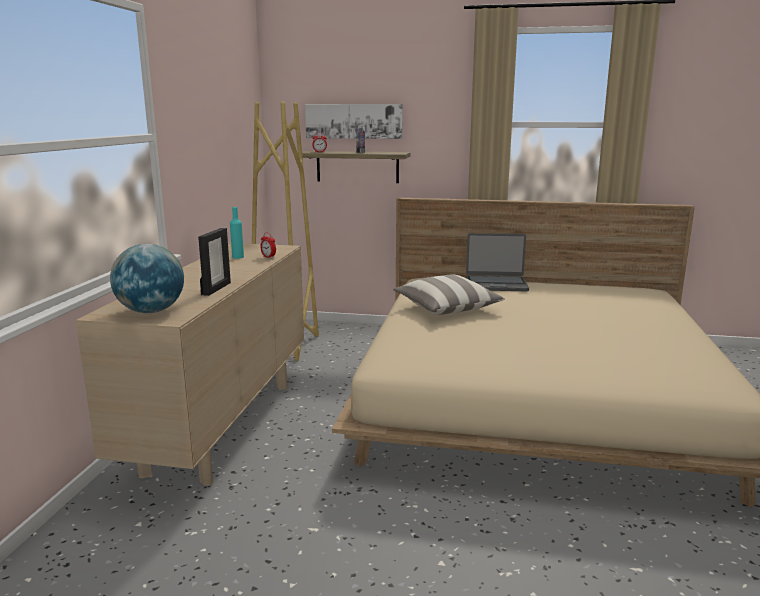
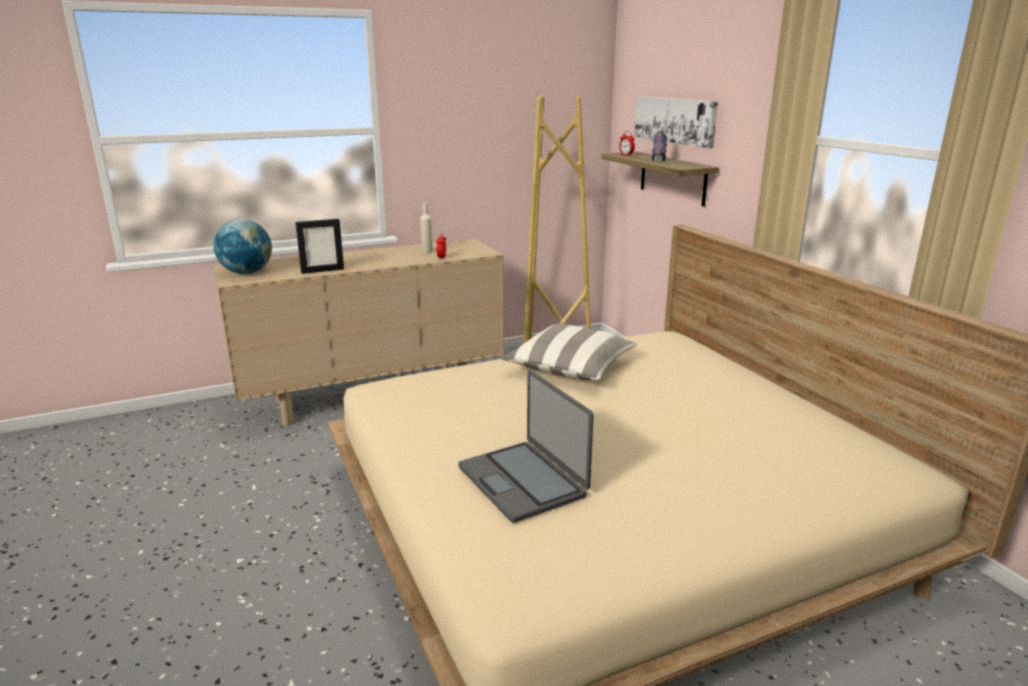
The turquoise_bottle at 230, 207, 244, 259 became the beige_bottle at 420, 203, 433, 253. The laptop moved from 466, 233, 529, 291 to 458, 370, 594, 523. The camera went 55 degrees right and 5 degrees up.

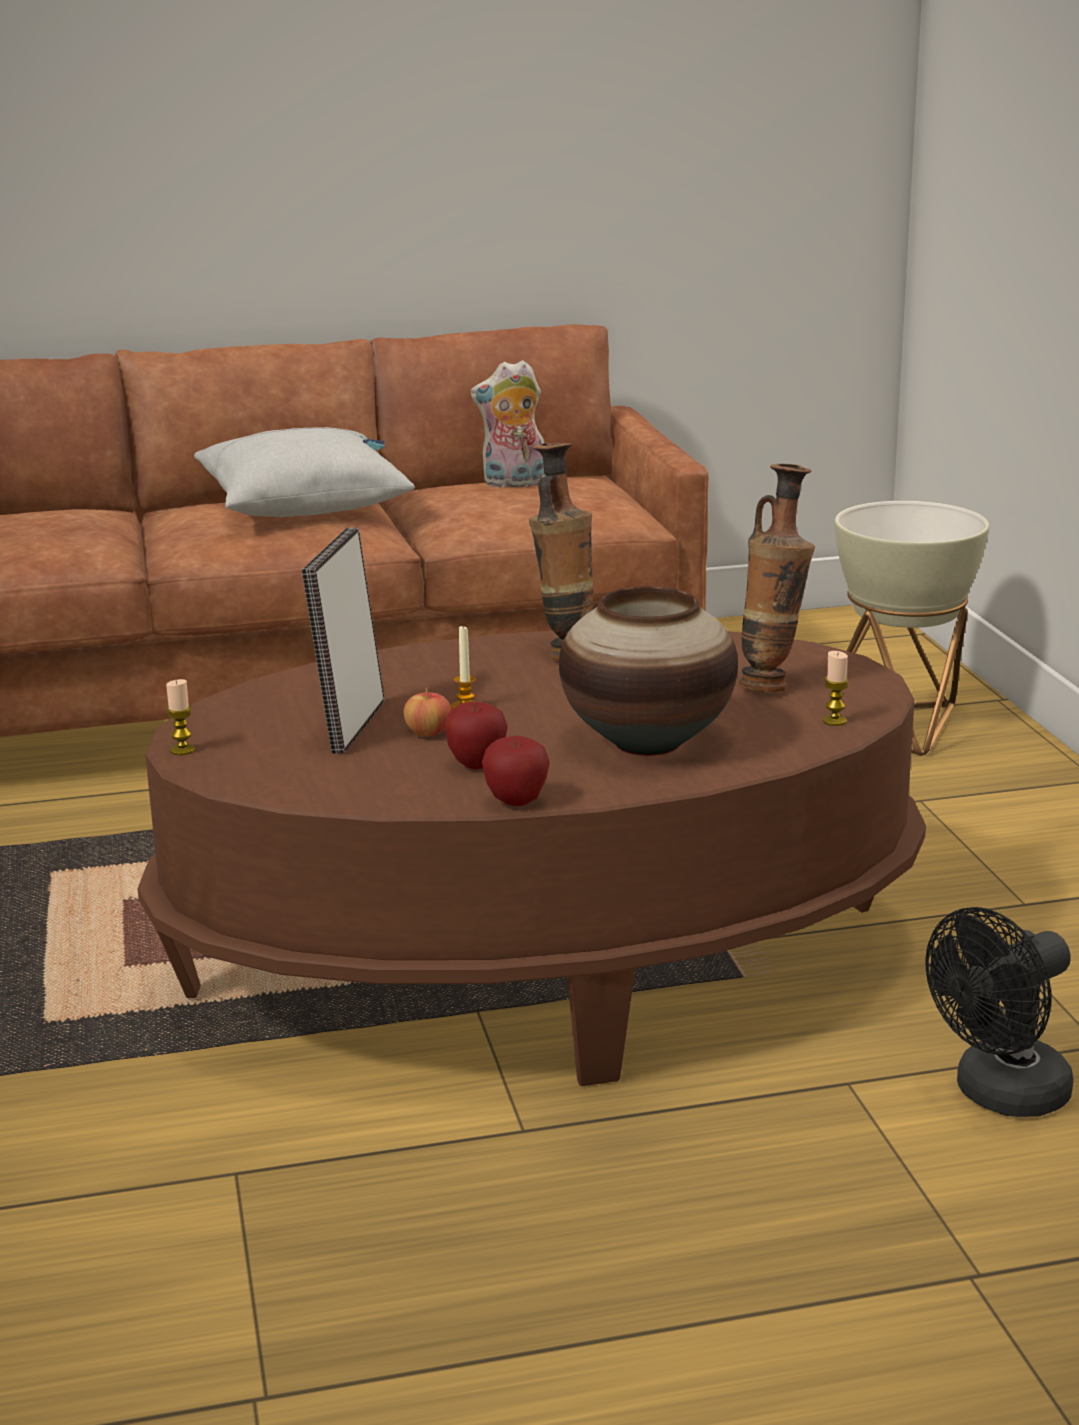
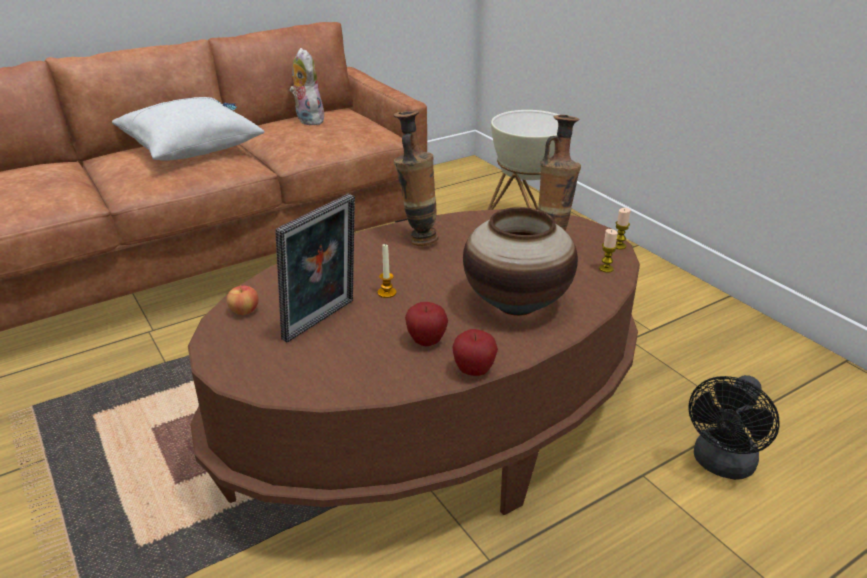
The apple moved from 403, 688, 451, 737 to 227, 284, 259, 315. The picture_frame at 302, 527, 385, 754 turned 135 degrees counterclockwise. The plush_toy at 470, 360, 546, 488 turned 90 degrees clockwise. The candle moved from 166, 679, 195, 755 to 616, 208, 631, 249. The camera went 20 degrees left and 10 degrees up.

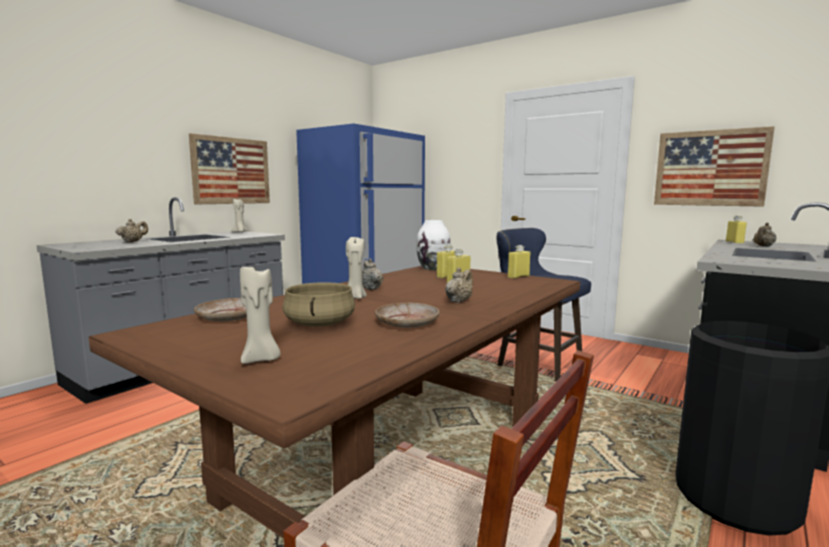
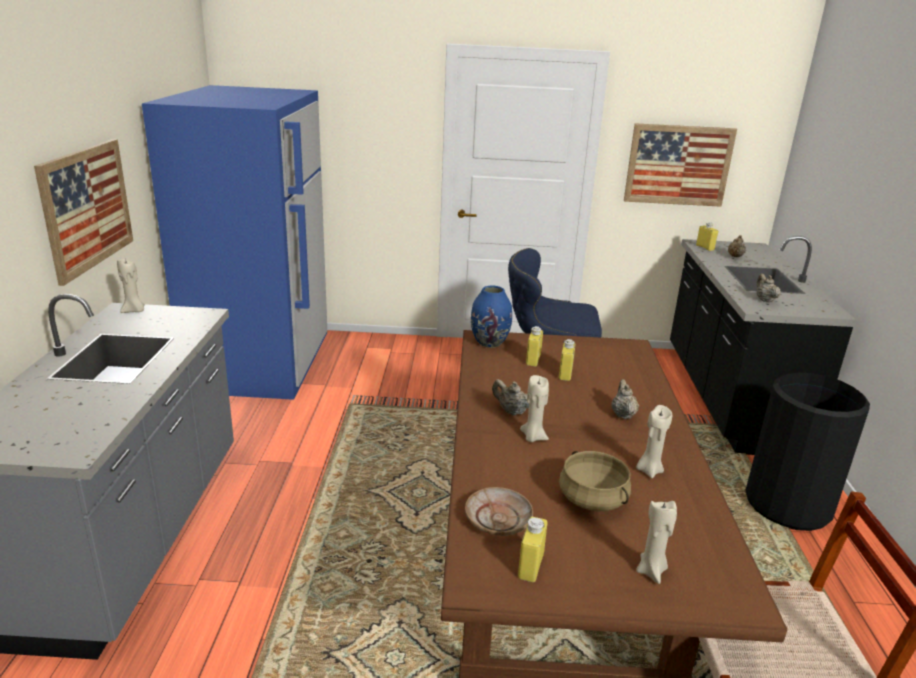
The white_vase at 416, 220, 451, 270 became the blue_vase at 471, 286, 512, 348. The yellow_bottle moved from 508, 245, 530, 279 to 518, 517, 547, 582. The beige_plate at 375, 303, 439, 328 was replaced by the beige_candle at 636, 405, 672, 478. The beige_teapot moved from 116, 219, 148, 242 to 757, 274, 781, 302. The camera went 35 degrees left and 15 degrees up.

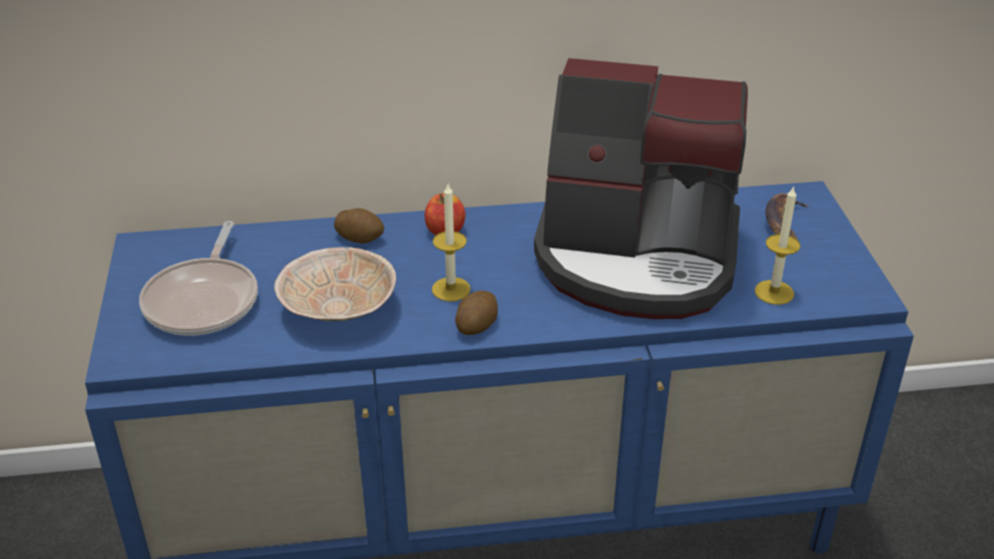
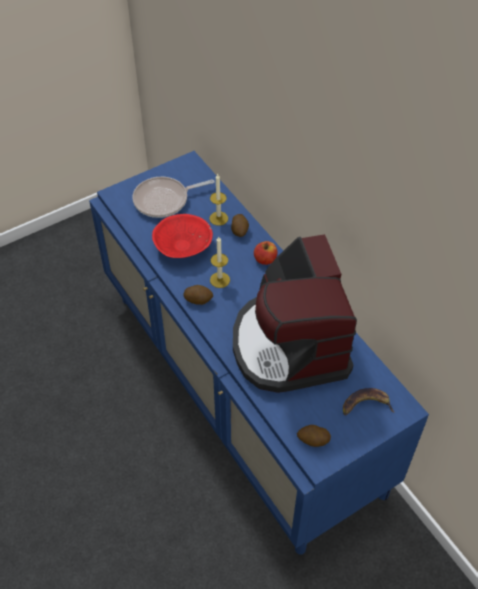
The beige_bowl at 274, 247, 396, 321 became the red_bowl at 152, 214, 213, 258. The candle moved from 755, 185, 801, 305 to 209, 173, 228, 226. The potato at 297, 425, 331, 447 appeared. The camera went 65 degrees right and 15 degrees up.

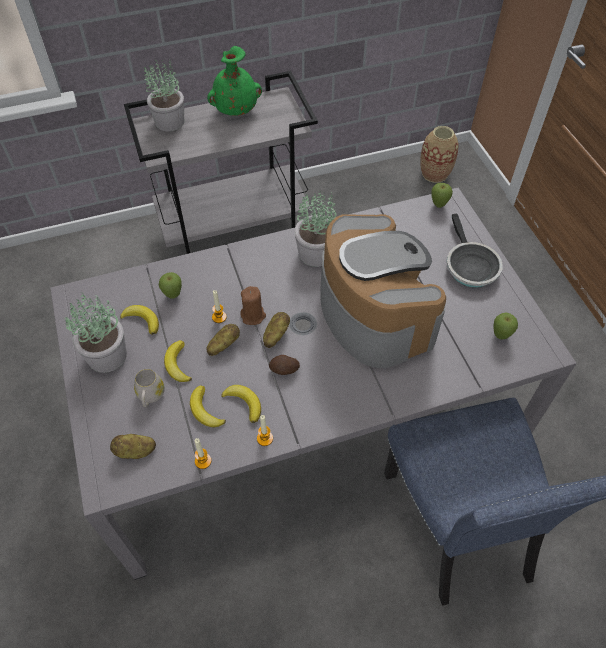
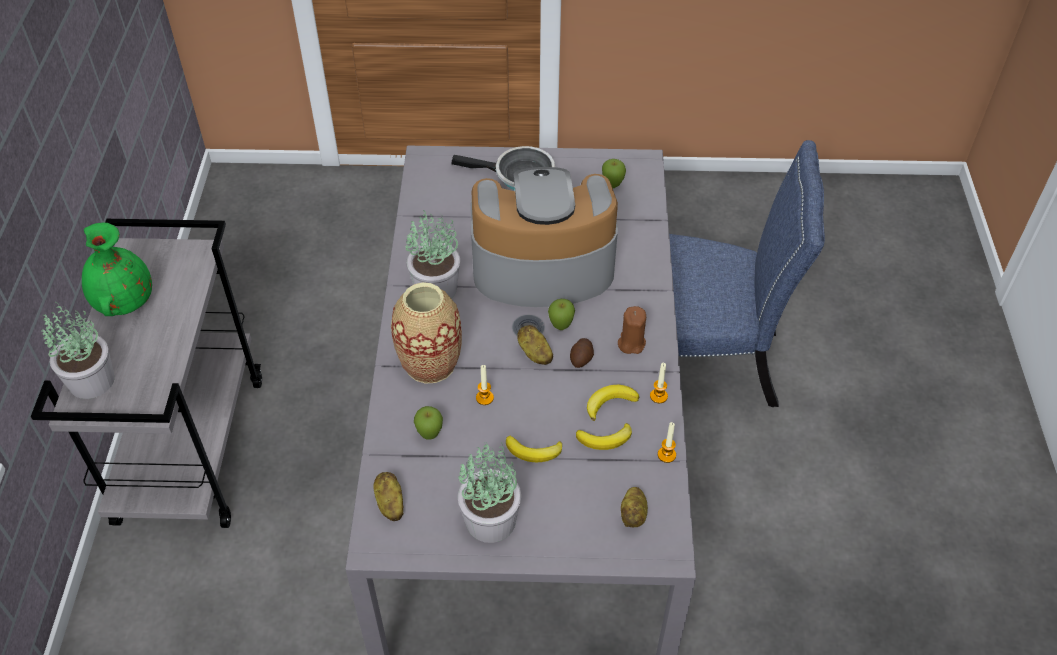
The potato moved from 206, 324, 240, 356 to 373, 472, 404, 521. The vase moved from 420, 126, 458, 183 to 391, 282, 462, 384. The apple moved from 431, 183, 453, 208 to 548, 299, 575, 330. The brown_candle moved from 240, 286, 266, 325 to 618, 306, 646, 354. The banana at 120, 305, 159, 335 disappeared. The white_mug at 134, 369, 165, 407 disappeared. The camera went 70 degrees left and 5 degrees down.

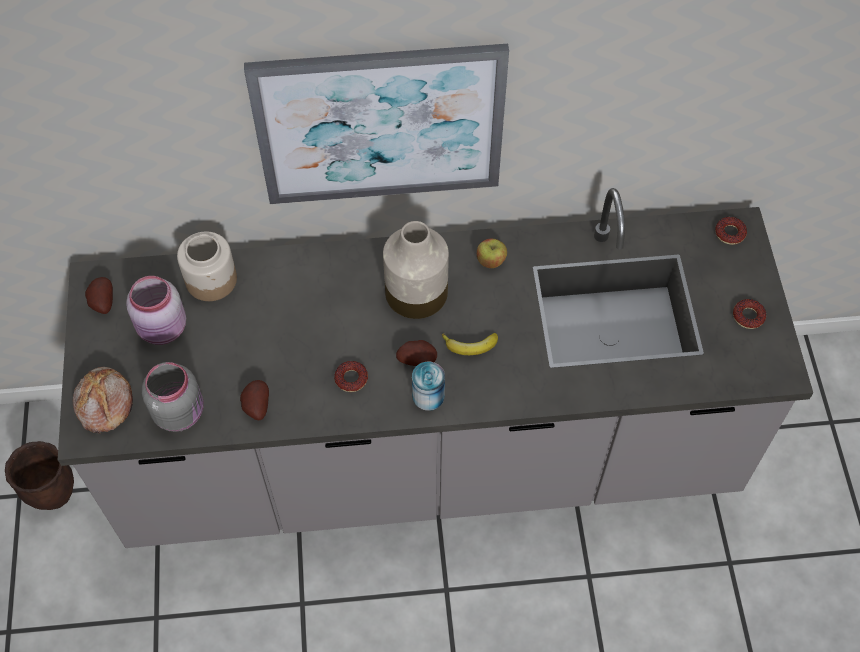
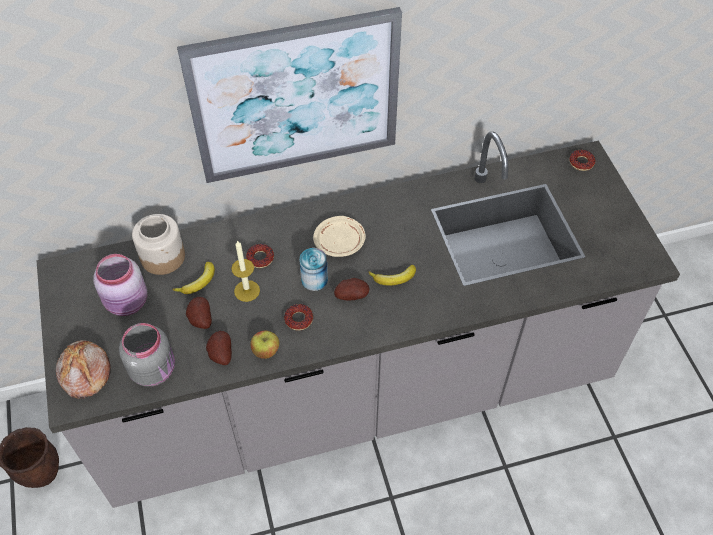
The banana at 173, 262, 215, 294 appeared. The potato moved from 85, 277, 113, 314 to 186, 297, 212, 329. The candle at 231, 240, 260, 302 appeared. The donut moved from 733, 299, 766, 329 to 246, 244, 274, 268. The apple moved from 477, 239, 507, 268 to 251, 331, 279, 359. The can moved from 412, 362, 445, 411 to 299, 248, 328, 291. The beige_vase at 383, 221, 449, 319 was replaced by the beige_plate at 313, 216, 366, 257. The camera went 10 degrees left and 5 degrees down.

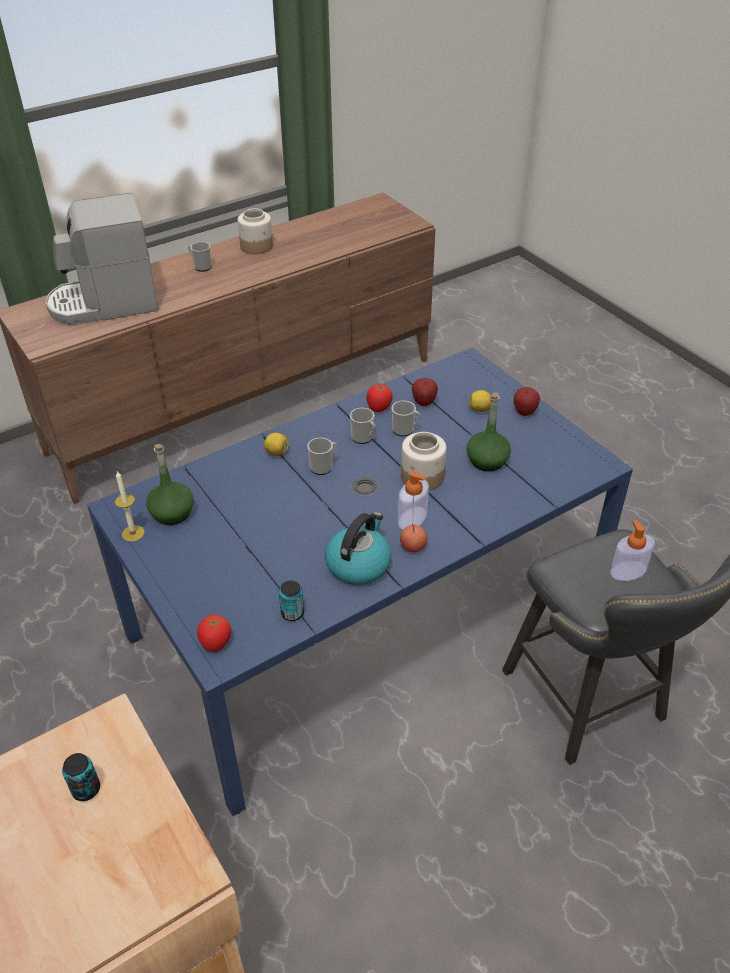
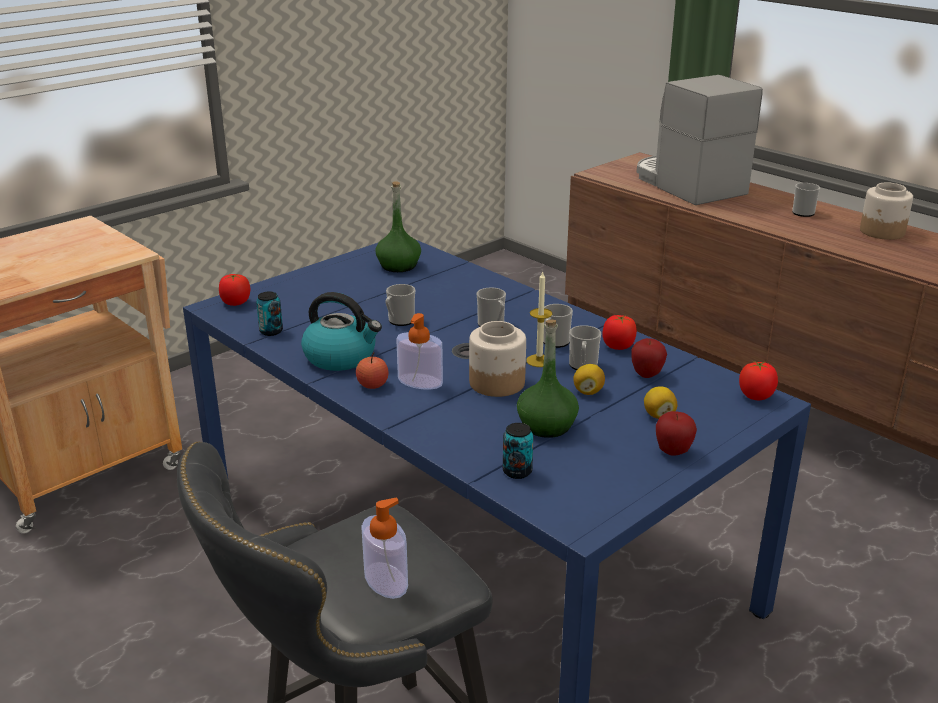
The mug at 385, 284, 415, 326 appeared. The can moved from 62, 753, 100, 801 to 503, 423, 534, 479. The candle moved from 115, 471, 145, 542 to 526, 271, 552, 367. The lemon moved from 264, 433, 289, 456 to 573, 364, 605, 395. The tomato at 739, 360, 778, 401 appeared. The camera went 80 degrees right and 15 degrees down.

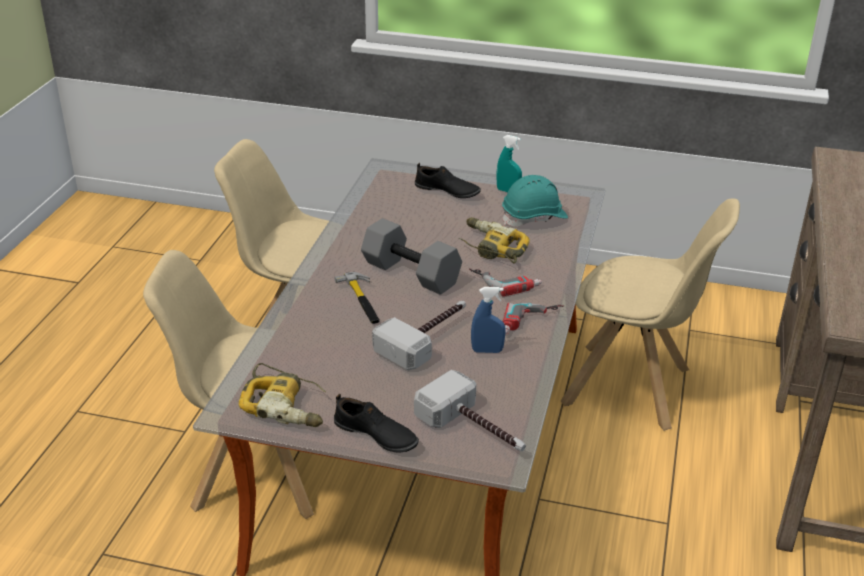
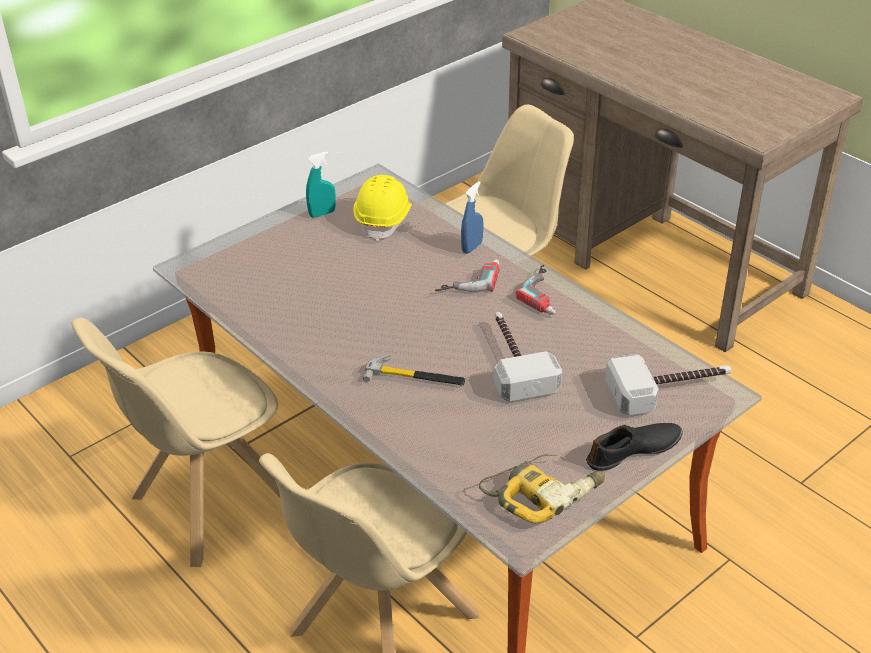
The turquoise_hard_hat at 502, 175, 568, 226 became the yellow_hard_hat at 353, 175, 412, 241. The blue_spray_bottle moved from 471, 287, 506, 353 to 461, 182, 483, 254. The grey_dumbbell at 361, 218, 462, 295 disappeared. The black_shoe at 415, 163, 481, 198 disappeared. The power_drill at 459, 217, 530, 264 disappeared. The camera went 55 degrees left and 5 degrees up.

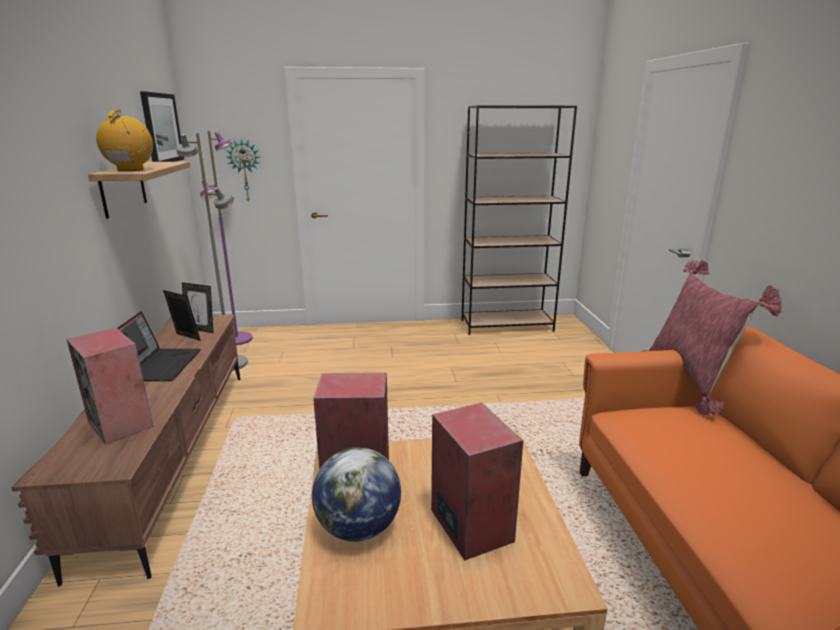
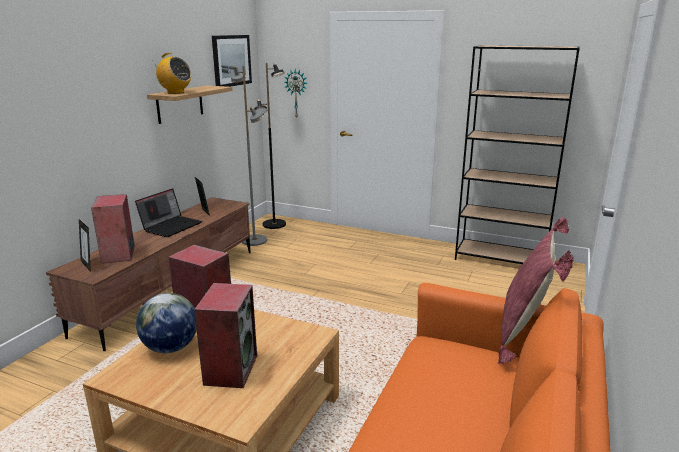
The picture_frame moved from 182, 282, 213, 333 to 79, 219, 91, 272. The radio at 96, 110, 153, 171 turned 90 degrees clockwise. The purple_floor_lamp at 200, 131, 253, 345 became the black_floor_lamp at 254, 63, 286, 229. The camera went 30 degrees right and 0 degrees up.

